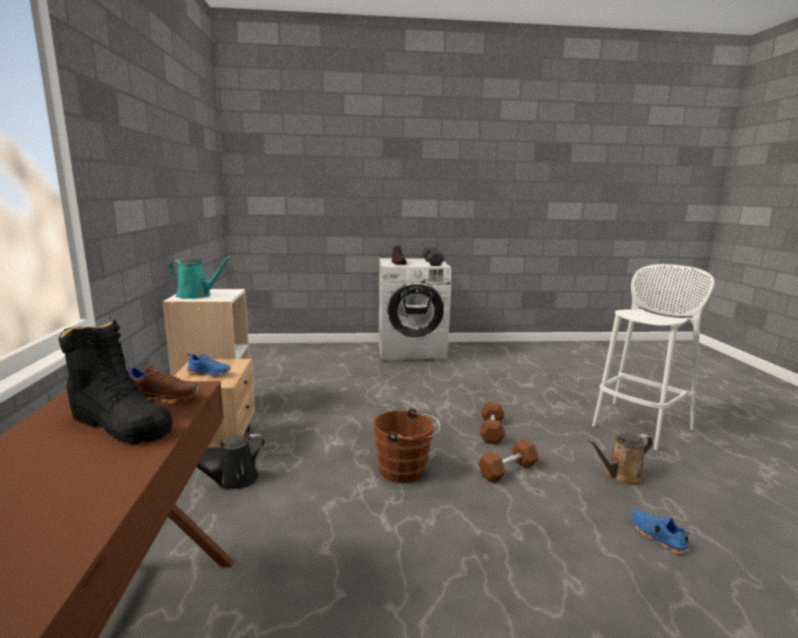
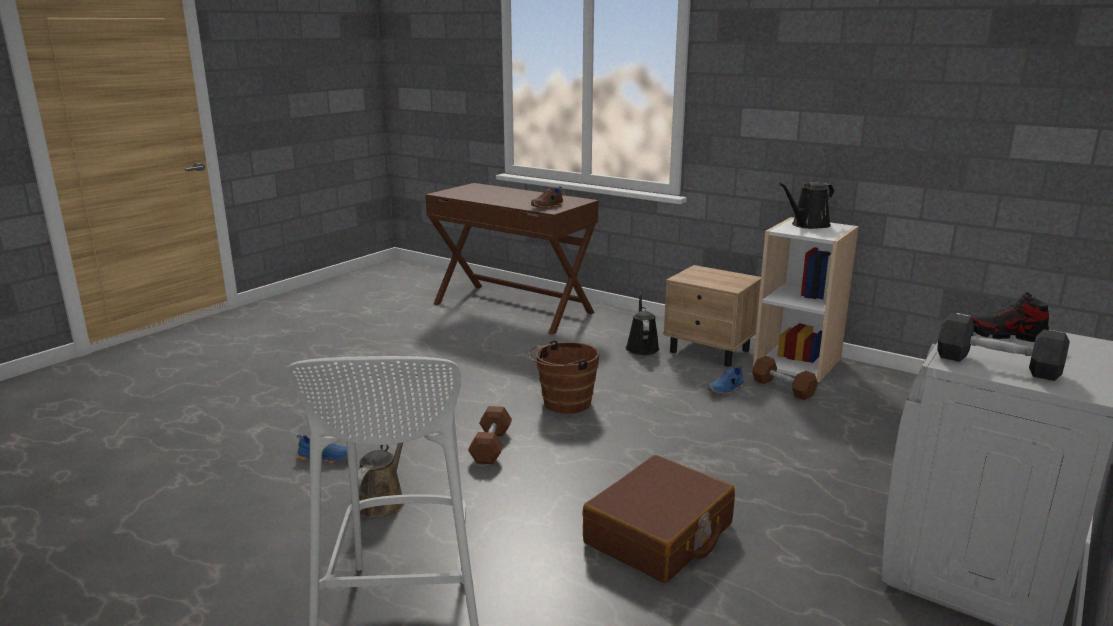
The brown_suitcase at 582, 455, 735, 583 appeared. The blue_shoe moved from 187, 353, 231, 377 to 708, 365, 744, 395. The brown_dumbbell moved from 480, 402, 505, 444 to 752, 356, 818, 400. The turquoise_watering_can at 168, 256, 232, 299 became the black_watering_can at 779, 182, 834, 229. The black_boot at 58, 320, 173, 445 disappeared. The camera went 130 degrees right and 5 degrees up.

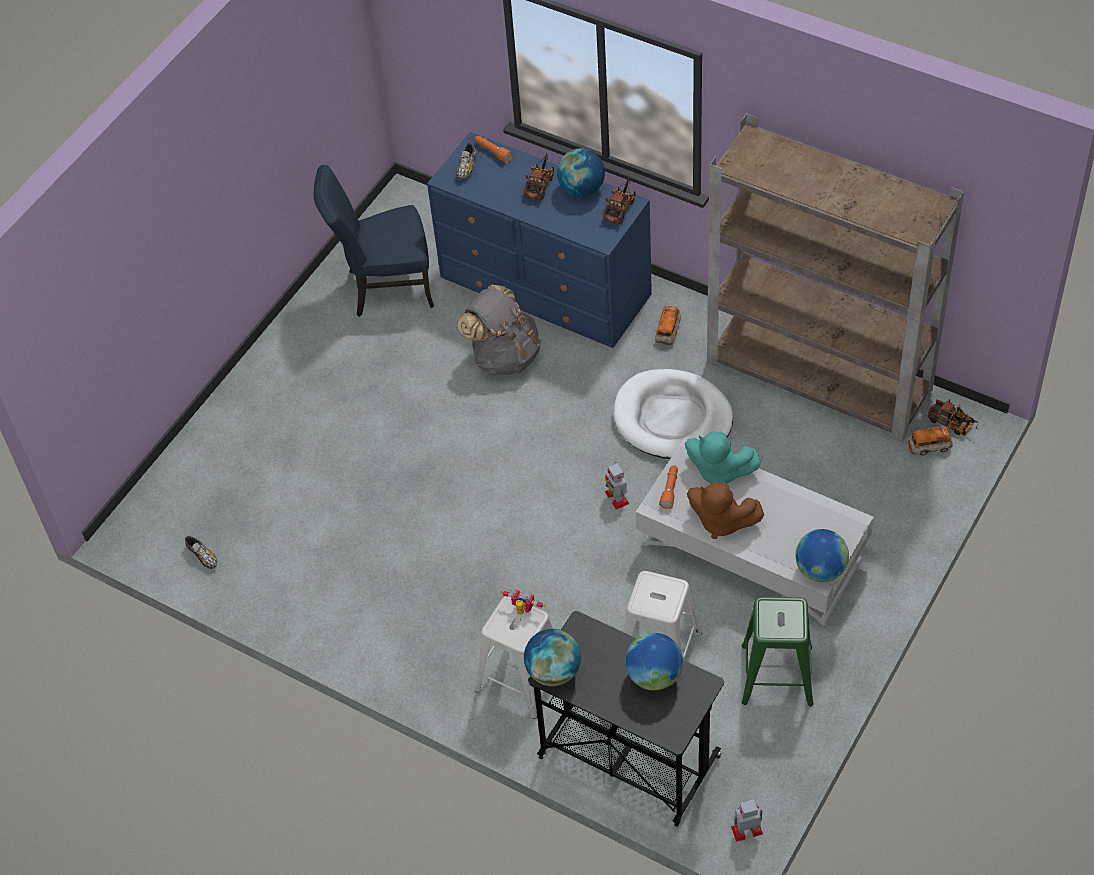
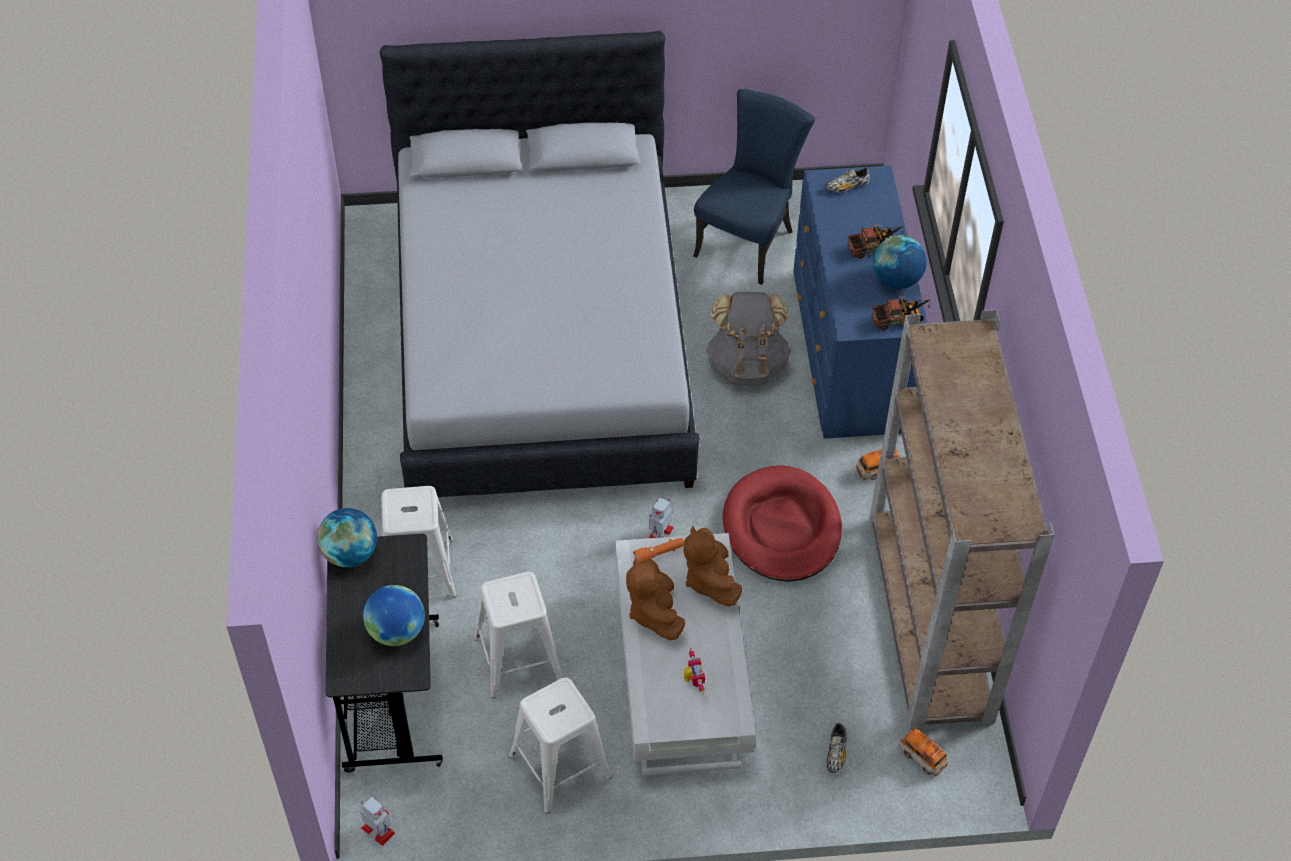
The grey_bed at 380, 31, 700, 497 appeared. The green_stool at 742, 597, 814, 707 became the white_stool at 509, 677, 613, 814. The turquoise_plush_toy at 685, 431, 761, 484 became the brown_plush_toy at 683, 526, 742, 606. The toy_robot moved from 500, 589, 546, 615 to 684, 648, 705, 694. The blue_chair at 313, 165, 434, 317 turned 75 degrees clockwise. The white_dog_bed at 614, 369, 733, 459 became the red_dog_bed at 723, 466, 842, 582. The shoe moved from 185, 536, 218, 569 to 827, 723, 847, 773. The orange_flashlight at 475, 136, 513, 163 disappeared. The globe at 795, 529, 849, 582 disappeared. The toy_truck at 927, 399, 978, 436 disappeared. The camera went 50 degrees right and 0 degrees up.

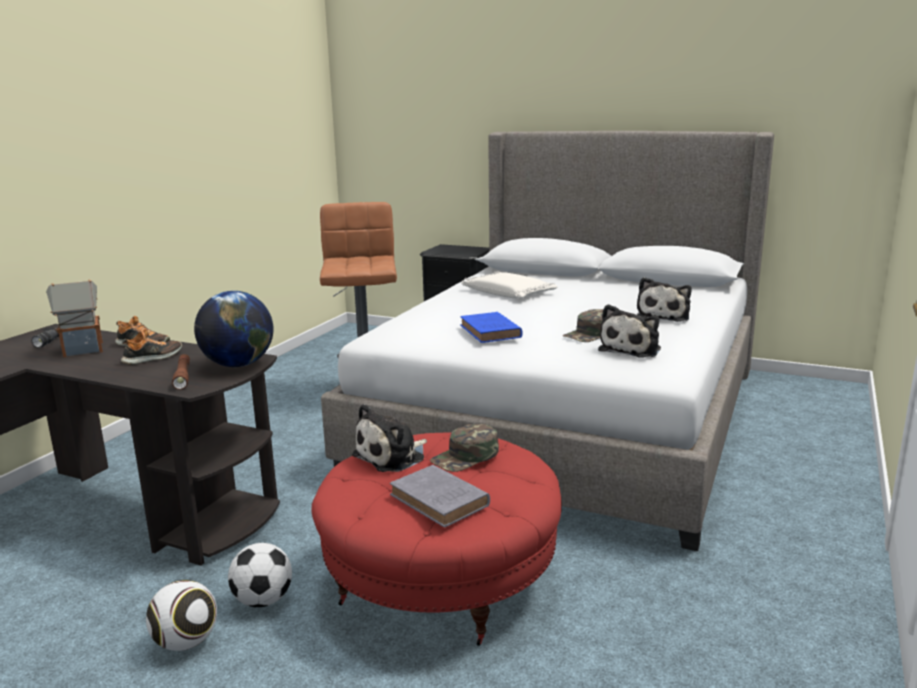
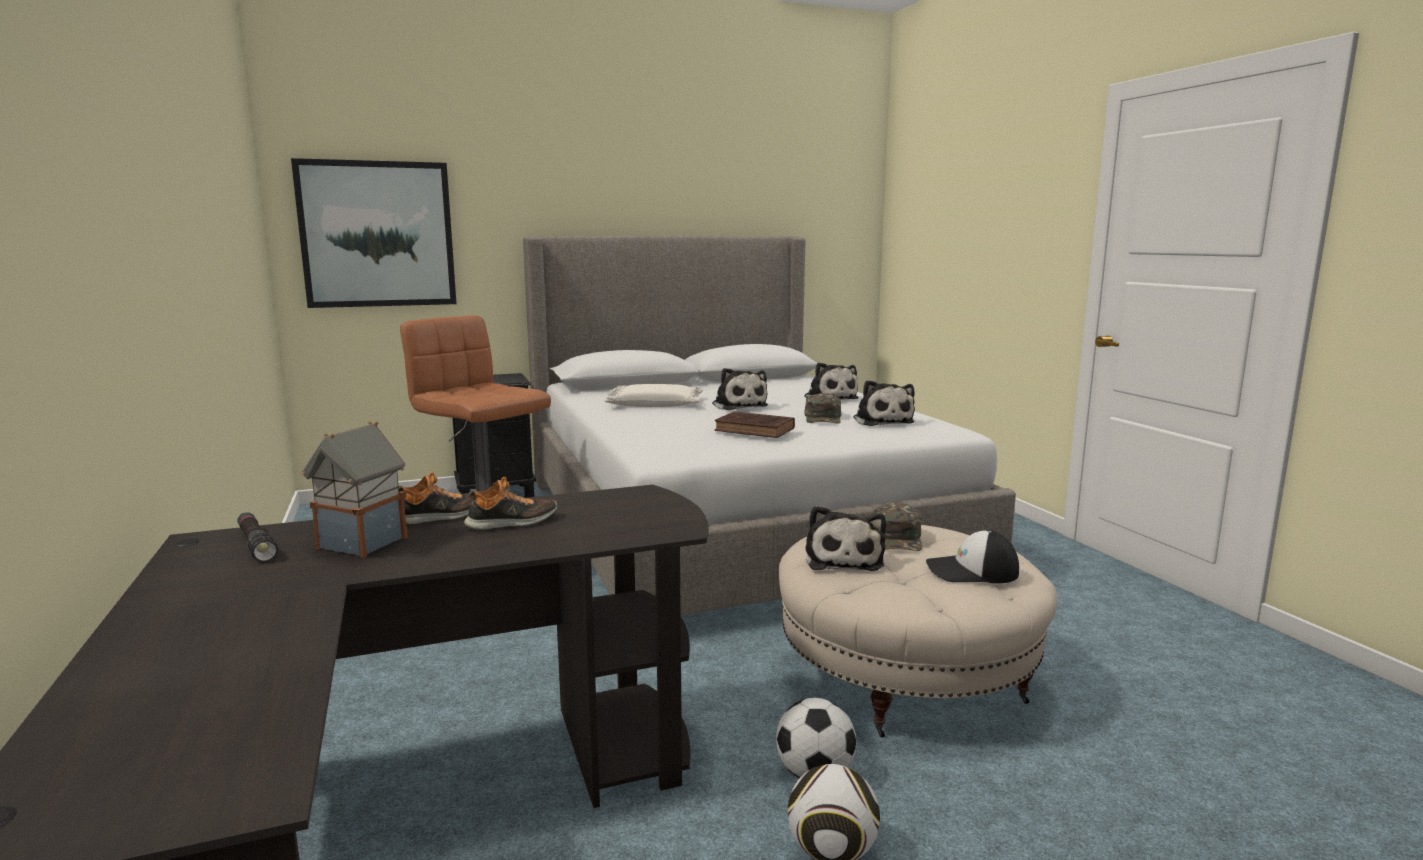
The picture at 291, 158, 456, 308 appeared. The shoe at 121, 328, 182, 364 turned 60 degrees clockwise. The plush_toy at 712, 368, 768, 410 appeared. The blue_book at 460, 312, 523, 343 became the brown_book at 715, 411, 795, 438. The red_ottoman at 311, 432, 562, 646 became the beige_ottoman at 779, 525, 1057, 738. The grey_book at 390, 465, 490, 528 was replaced by the cap at 926, 530, 1019, 584. The brown_flashlight at 172, 354, 190, 390 disappeared. The globe at 194, 291, 273, 367 disappeared. The camera went 45 degrees left and 5 degrees down.

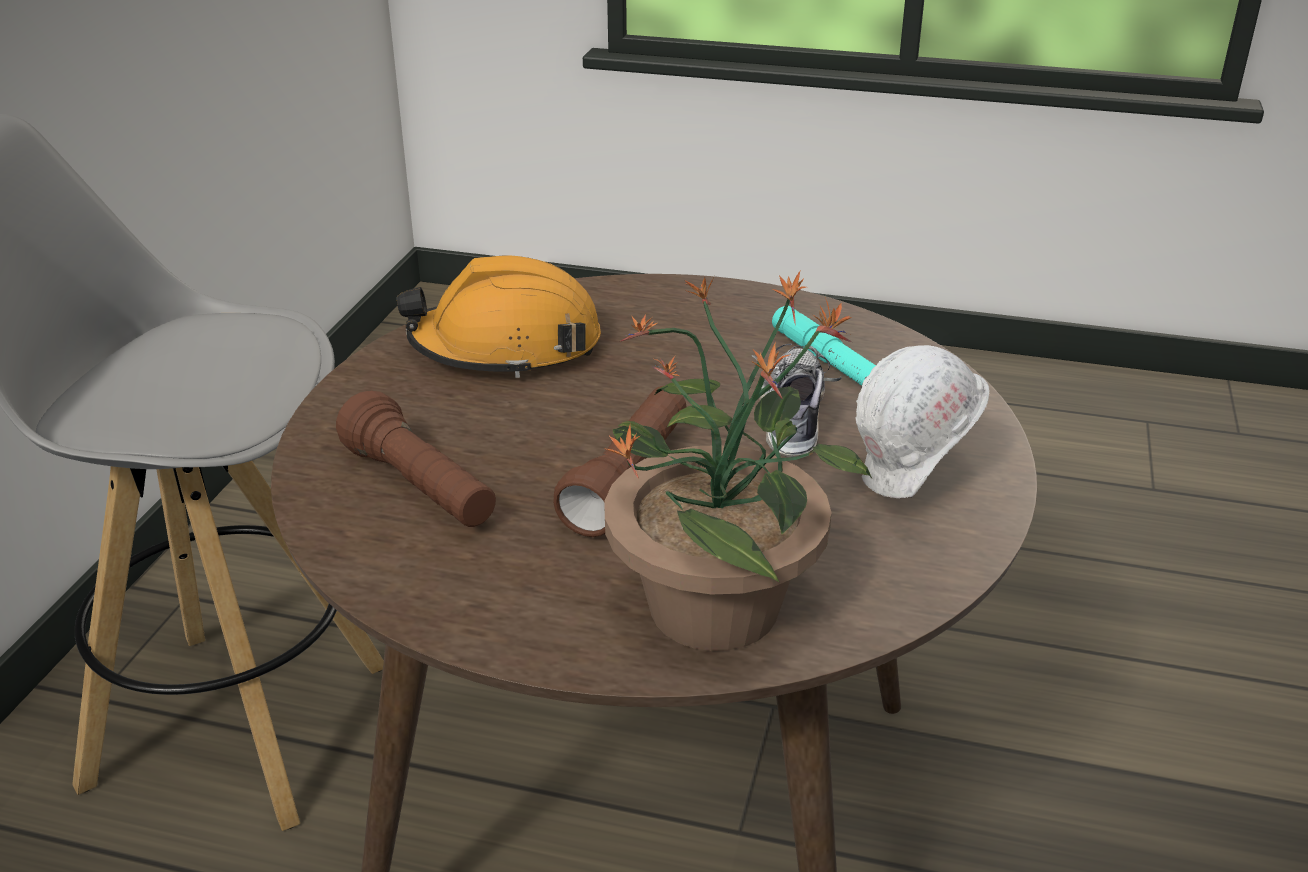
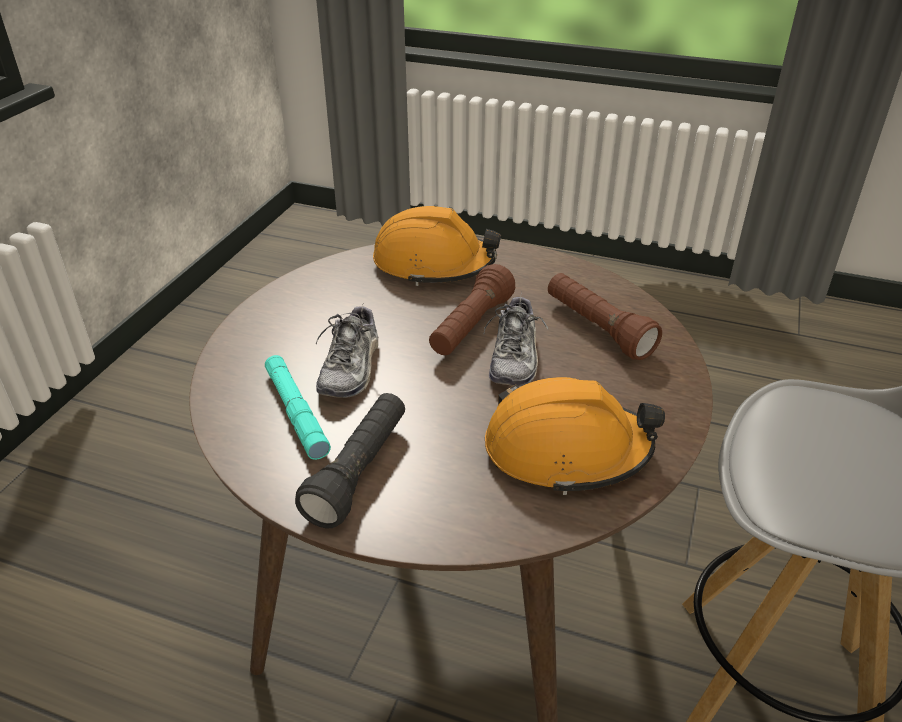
The black_flashlight at 295, 393, 405, 529 appeared. The potted_plant at 604, 271, 872, 651 was replaced by the orange_hard_hat at 373, 206, 501, 286. The shoe at 483, 292, 548, 386 appeared. The white_hard_hat at 856, 345, 990, 554 disappeared. The camera went 175 degrees left and 5 degrees up.

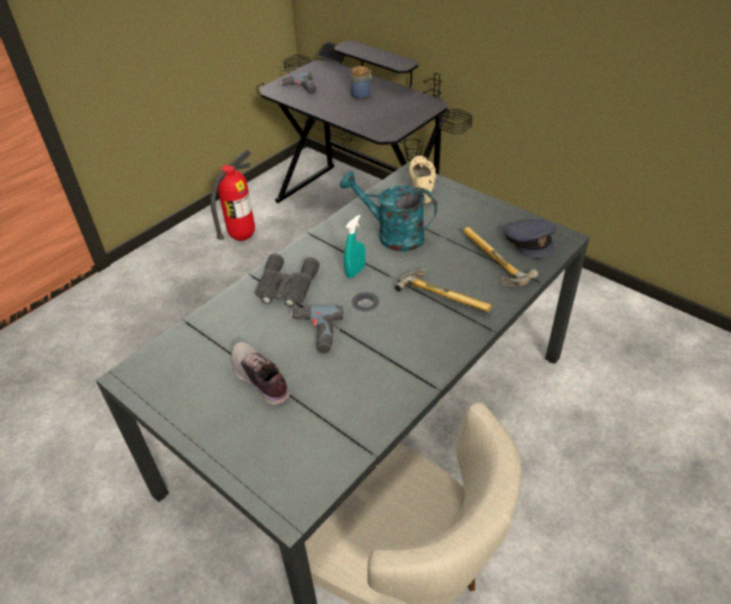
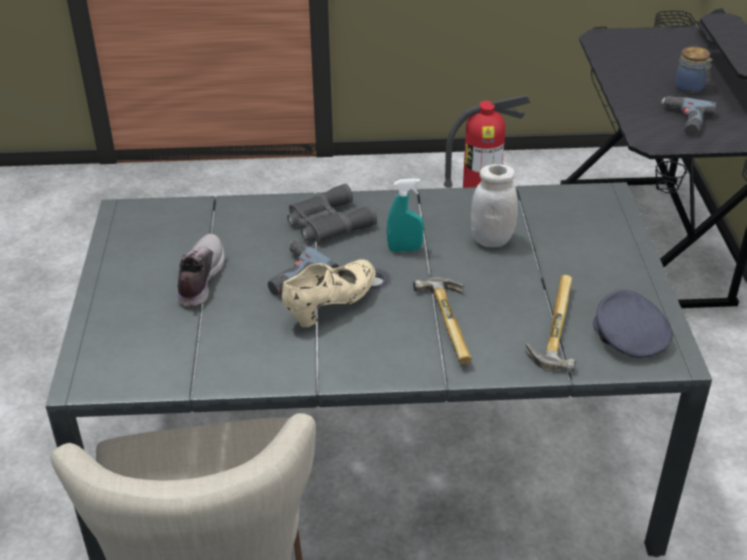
The beige_shoe moved from 409, 156, 436, 203 to 282, 260, 376, 328. The turquoise_watering_can at 340, 171, 437, 251 was replaced by the white_jar at 471, 164, 518, 247. The grey_cap at 503, 219, 557, 259 turned 135 degrees clockwise. The power_drill moved from 279, 71, 317, 94 to 661, 96, 717, 136. The camera went 45 degrees right and 5 degrees down.

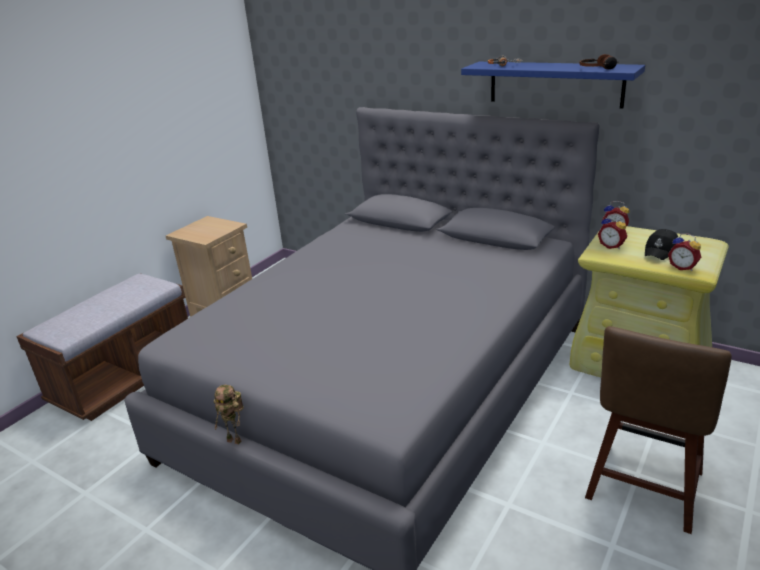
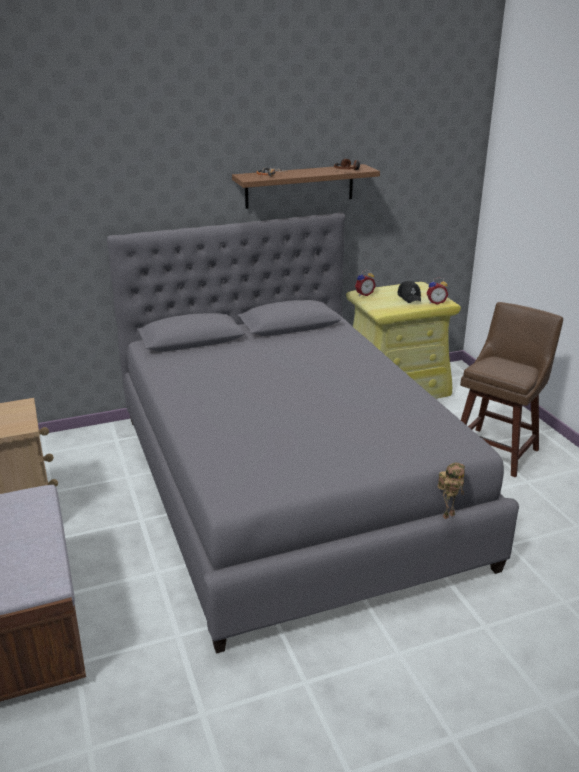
The blue_shelf at 461, 62, 645, 109 became the brown_shelf at 232, 164, 380, 209. The toy_robot moved from 214, 385, 244, 444 to 438, 463, 465, 519. The brown_chair at 585, 326, 732, 534 turned 120 degrees counterclockwise. The alarm_clock at 598, 215, 627, 249 disappeared. The camera went 55 degrees left and 0 degrees up.

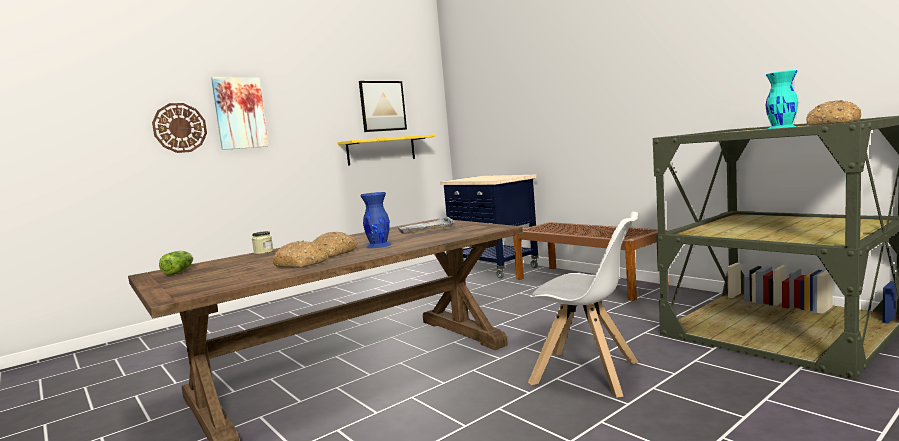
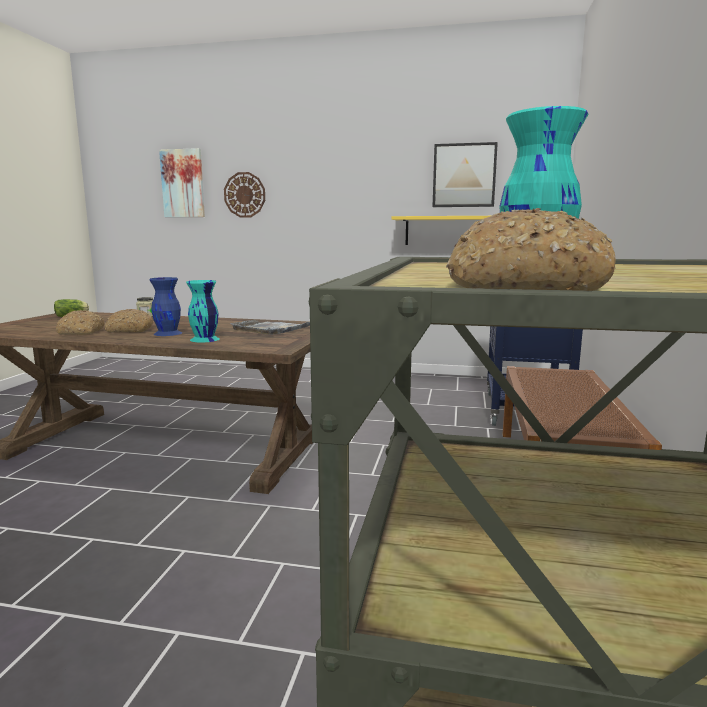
The picture moved from 211, 77, 269, 150 to 159, 148, 205, 217. The turquoise_vase at 186, 280, 220, 342 appeared. The chair at 528, 211, 639, 398 disappeared. The camera went 50 degrees right and 5 degrees up.

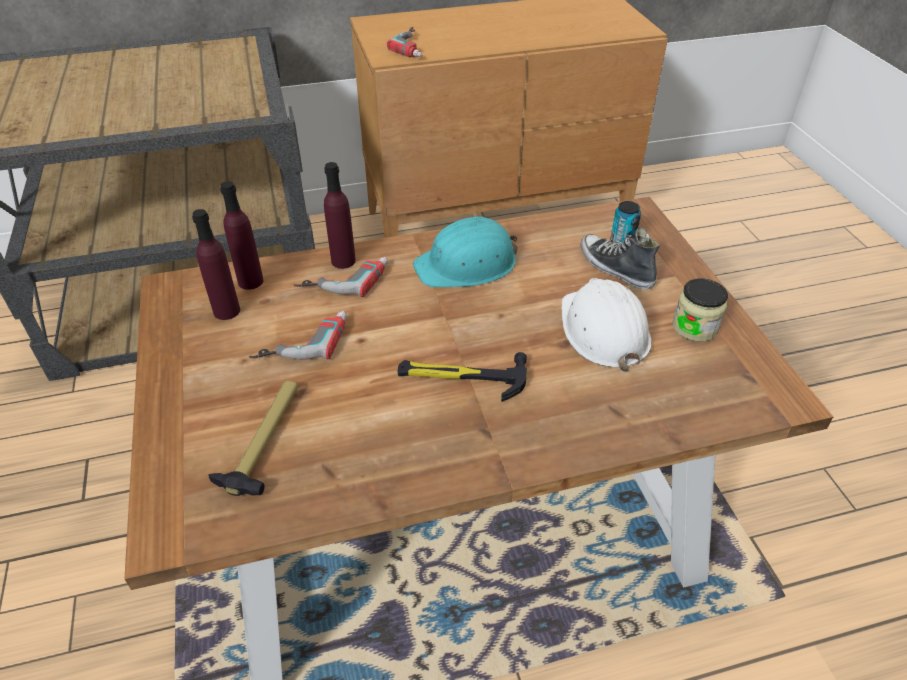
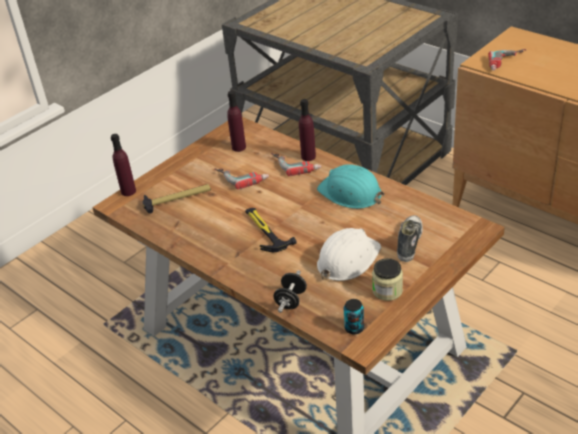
The purple_bottle moved from 220, 181, 263, 290 to 111, 134, 136, 196. The black_dumbbell at 273, 270, 307, 313 appeared. The can moved from 610, 201, 641, 242 to 344, 299, 364, 334. The camera went 60 degrees right and 5 degrees down.

